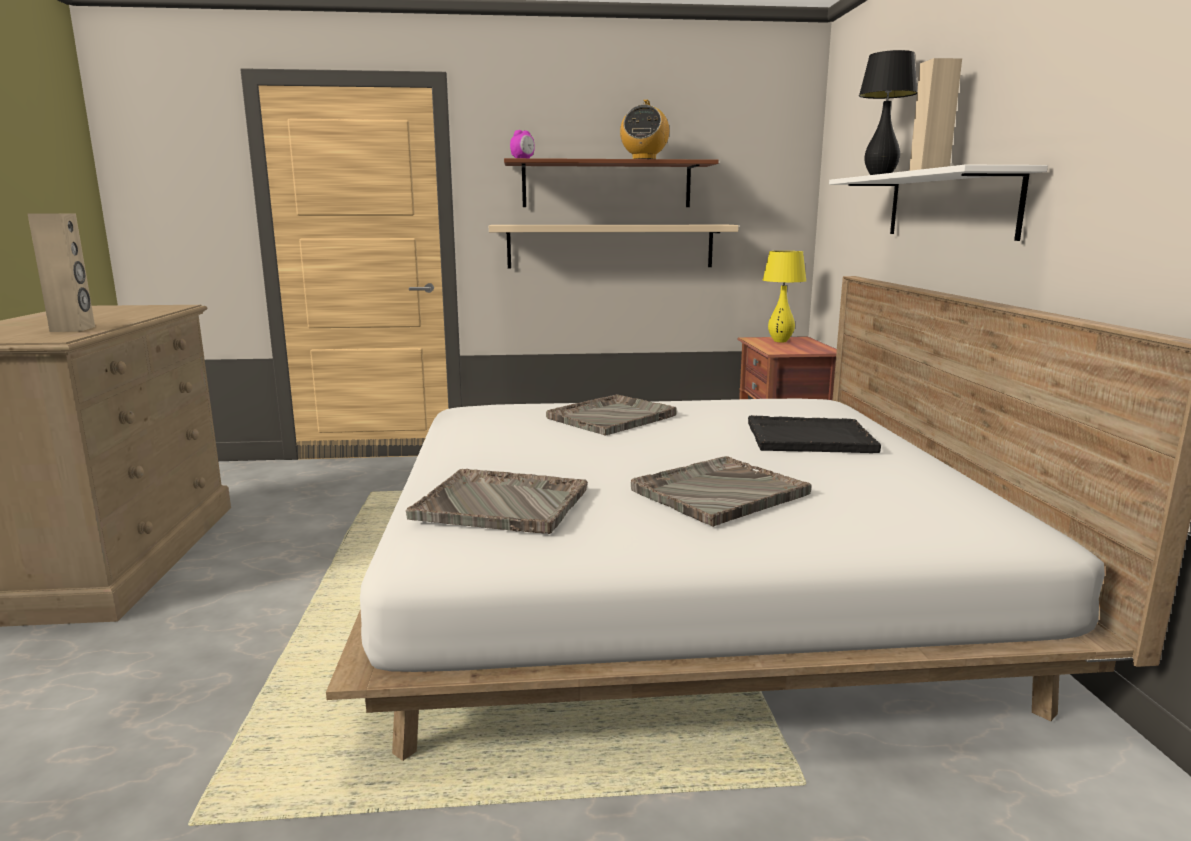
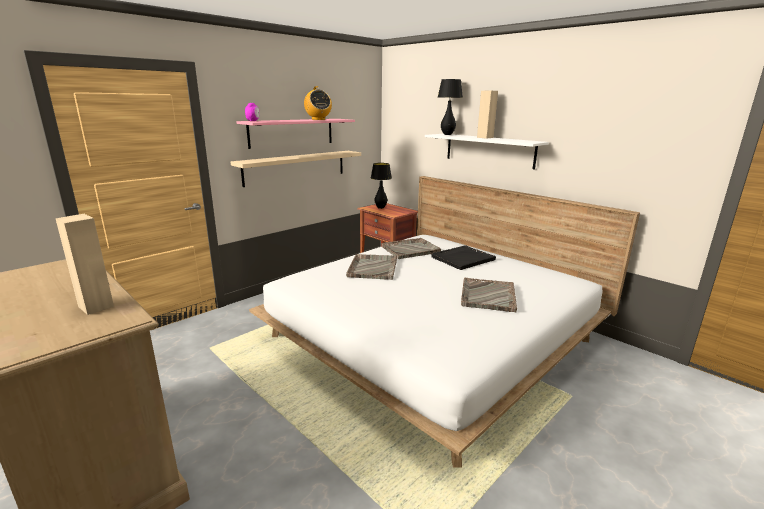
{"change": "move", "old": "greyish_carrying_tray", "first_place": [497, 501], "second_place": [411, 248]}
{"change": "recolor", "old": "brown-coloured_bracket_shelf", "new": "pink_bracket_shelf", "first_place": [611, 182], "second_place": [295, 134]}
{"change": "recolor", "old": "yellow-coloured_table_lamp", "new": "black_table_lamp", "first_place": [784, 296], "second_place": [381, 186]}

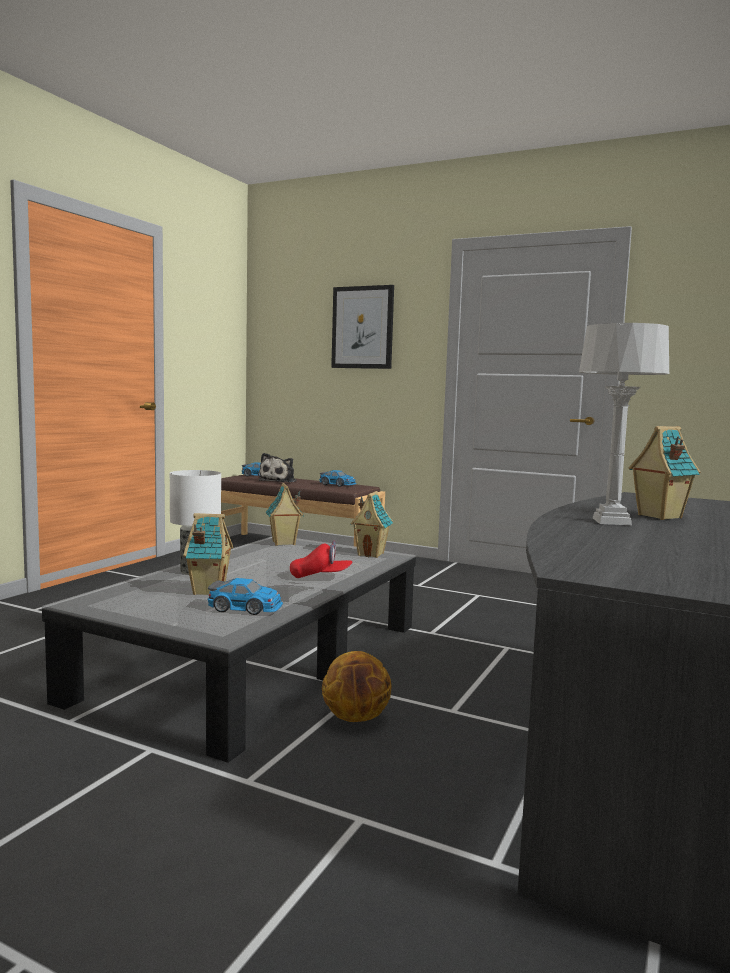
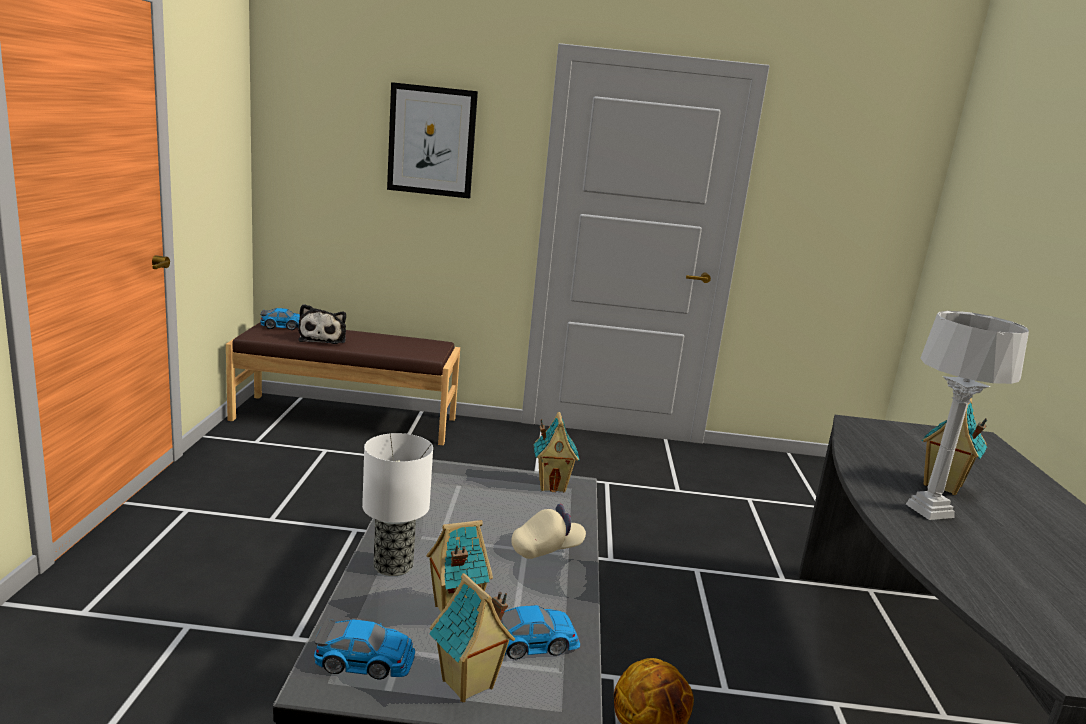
{"change": "move", "old": "toy_house", "first_place": [285, 514], "second_place": [472, 637]}
{"change": "recolor", "old": "reddish_baseball_cap", "new": "sand-coloured_baseball_cap", "first_place": [321, 559], "second_place": [548, 531]}
{"change": "move", "old": "model_car", "first_place": [337, 478], "second_place": [364, 649]}

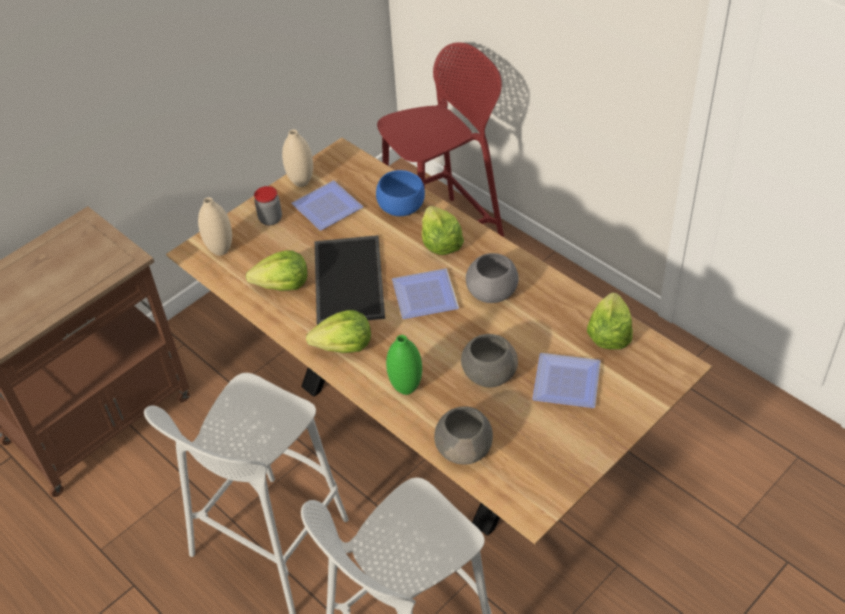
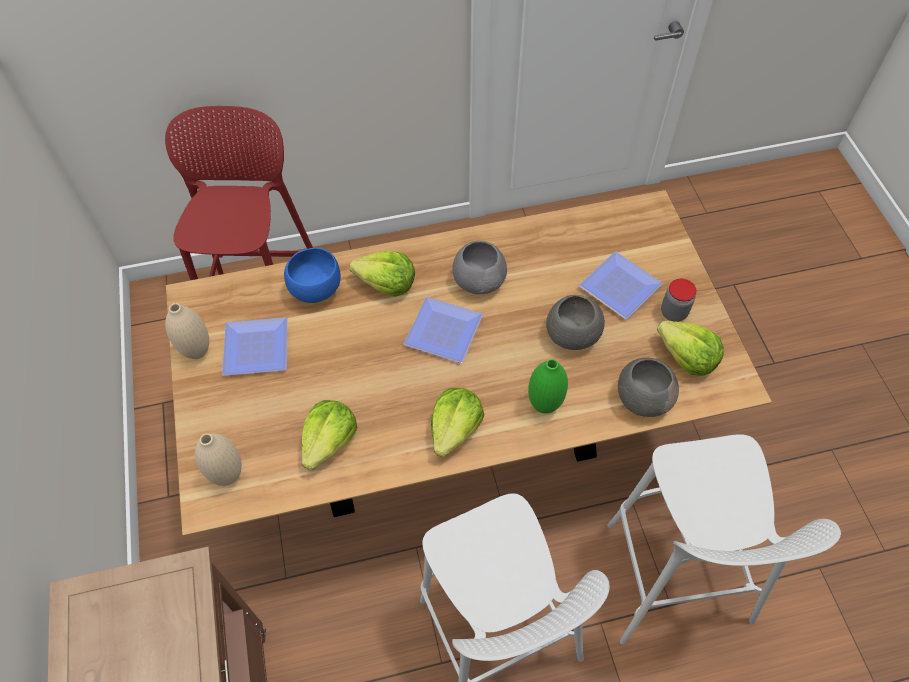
{"change": "move", "old": "jar", "first_place": [268, 205], "second_place": [679, 300]}
{"change": "delete", "old": "carrying_tray", "first_place": [350, 280]}
{"change": "move", "old": "lettuce", "first_place": [610, 321], "second_place": [690, 348]}

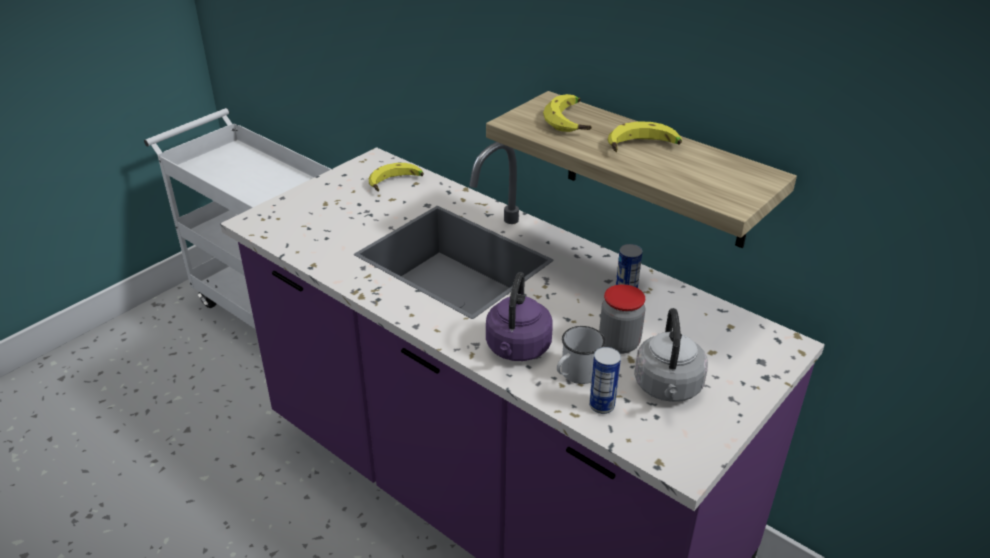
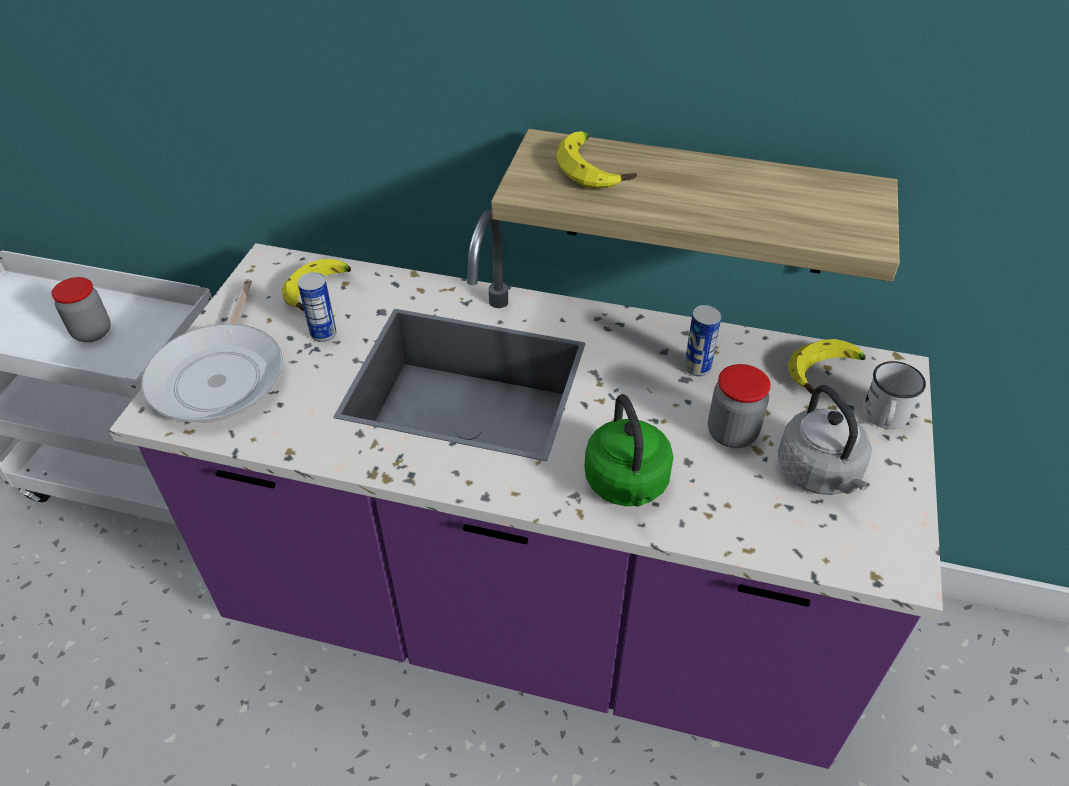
{"change": "recolor", "old": "purple_water_kettle", "new": "green_water_kettle", "first_place": [519, 316], "second_place": [629, 450]}
{"change": "move", "old": "white_tea_mug", "first_place": [581, 355], "second_place": [894, 395]}
{"change": "move", "old": "sealed_can", "first_place": [605, 380], "second_place": [317, 307]}
{"change": "move", "old": "whole_banana", "first_place": [645, 137], "second_place": [827, 366]}
{"change": "insert", "new": "jar", "second_place": [80, 309]}
{"change": "insert", "new": "frying_pan", "second_place": [212, 351]}

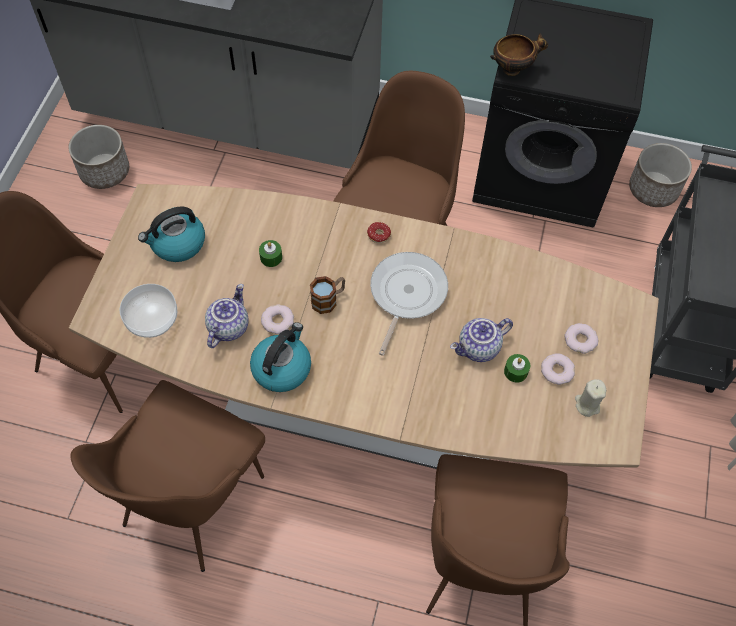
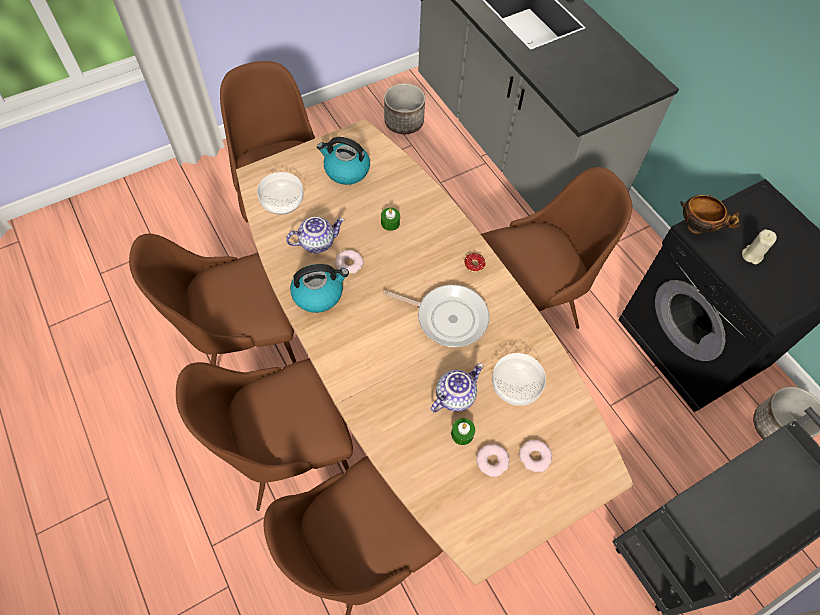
{"change": "delete", "old": "tea_mug", "first_place": [327, 295]}
{"change": "rotate", "old": "frying_pan", "first_place": [409, 304], "second_place": [436, 316], "degrees": 45}
{"change": "rotate", "old": "tea_pot", "first_place": [481, 340], "second_place": [457, 387], "degrees": 120}
{"change": "move", "old": "sand-coloured_wax_candle", "first_place": [590, 398], "second_place": [759, 246]}
{"change": "insert", "new": "brown-coloured_upright_chair", "second_place": [264, 434]}
{"change": "insert", "new": "deep_dish", "second_place": [519, 379]}

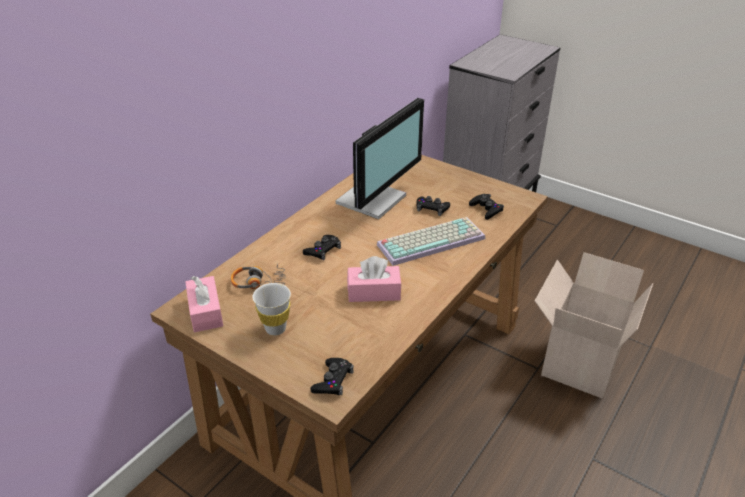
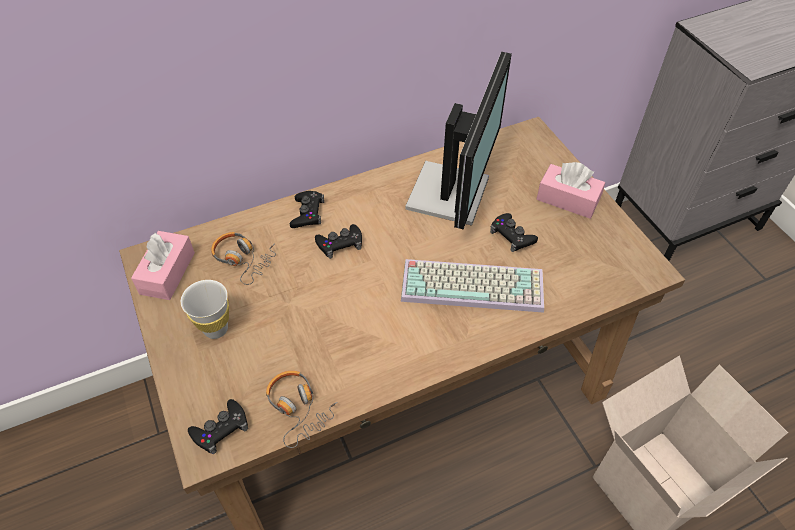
{"change": "rotate", "old": "computer_screen", "first_place": [380, 158], "second_place": [458, 141], "degrees": -45}
{"change": "move", "old": "pink_box_of_tissues", "first_place": [374, 279], "second_place": [571, 190]}
{"change": "move", "old": "black_joypad", "first_place": [486, 207], "second_place": [307, 209]}
{"change": "insert", "new": "headphones", "second_place": [302, 409]}

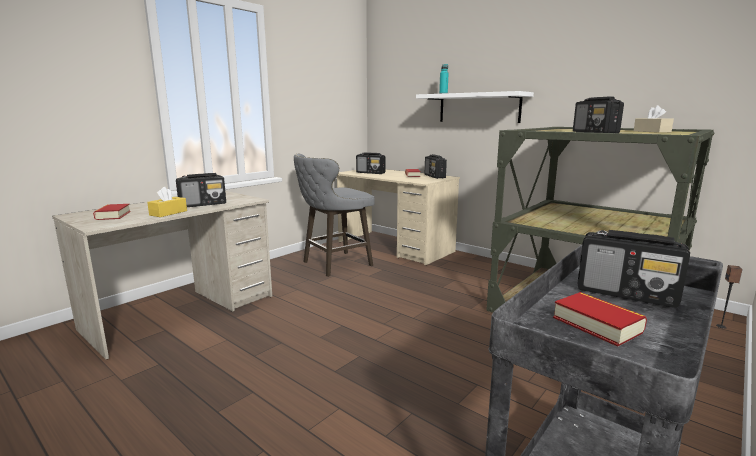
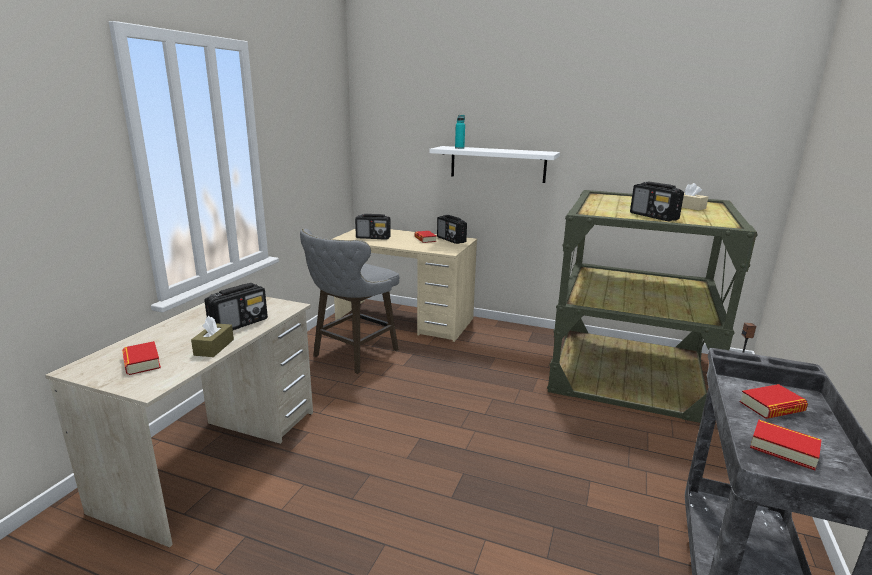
{"change": "recolor", "old": "yellow-coloured_box_of_tissues", "new": "brown-coloured_box_of_tissues", "first_place": [167, 202], "second_place": [212, 336]}
{"change": "replace", "old": "radio", "new": "bound_book", "first_place": [634, 269], "second_place": [774, 401]}

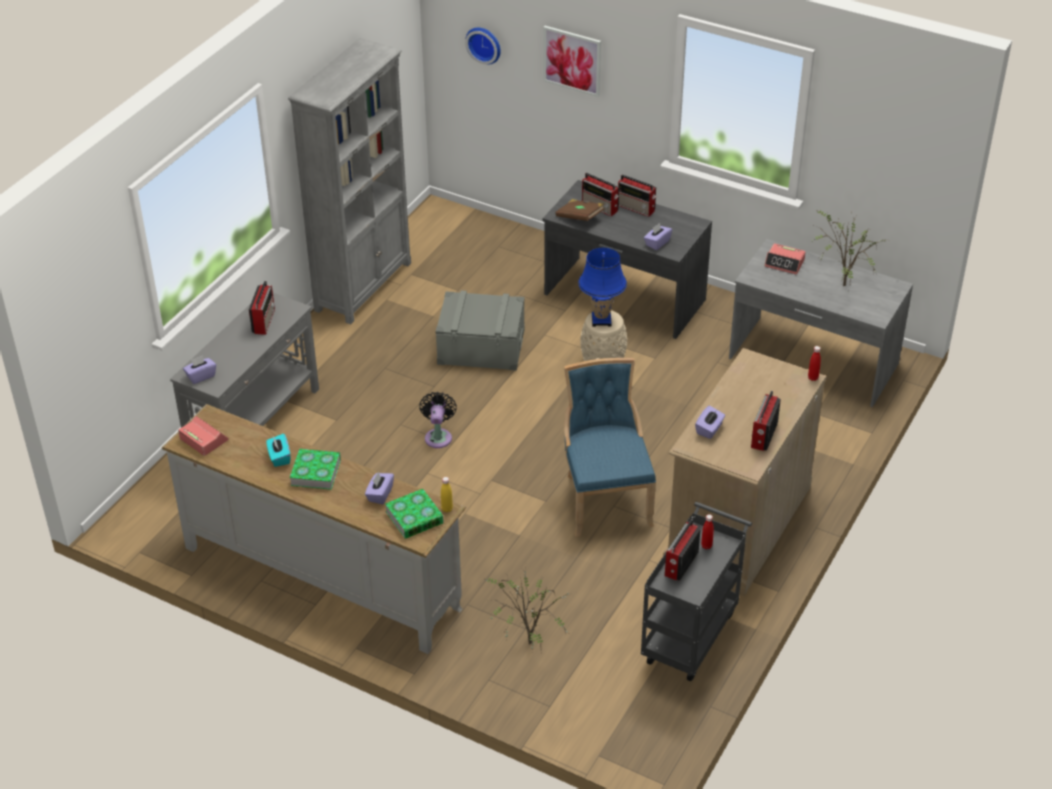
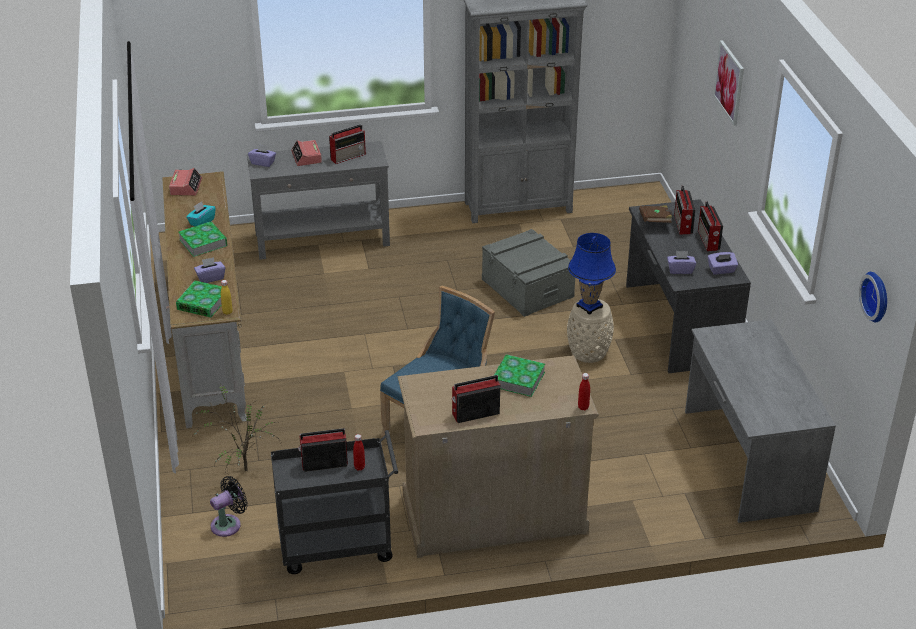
{"change": "move", "old": "black_cooling_fan", "first_place": [438, 420], "second_place": [228, 506]}
{"change": "move", "old": "wall_clock", "first_place": [483, 46], "second_place": [873, 297]}
{"change": "move", "old": "purple_box_of_tissues", "first_place": [710, 422], "second_place": [723, 263]}
{"change": "move", "old": "alarm_clock", "first_place": [785, 259], "second_place": [306, 153]}
{"change": "delete", "old": "potted_plant", "first_place": [850, 250]}
{"change": "insert", "new": "bound_book", "second_place": [519, 375]}

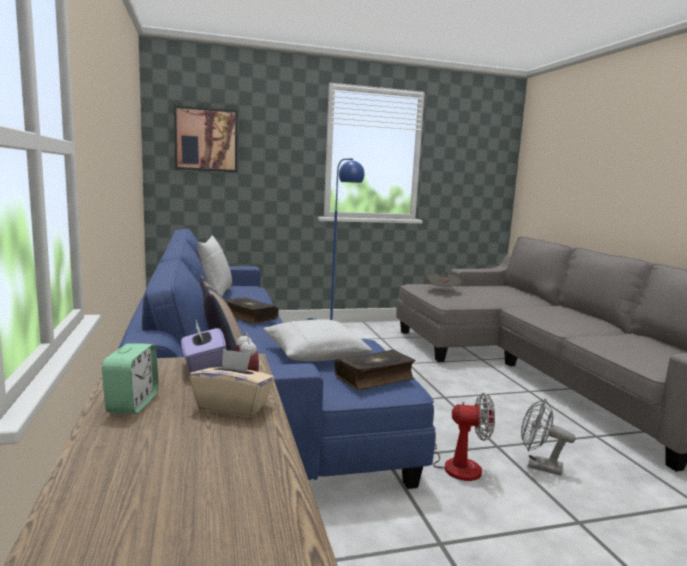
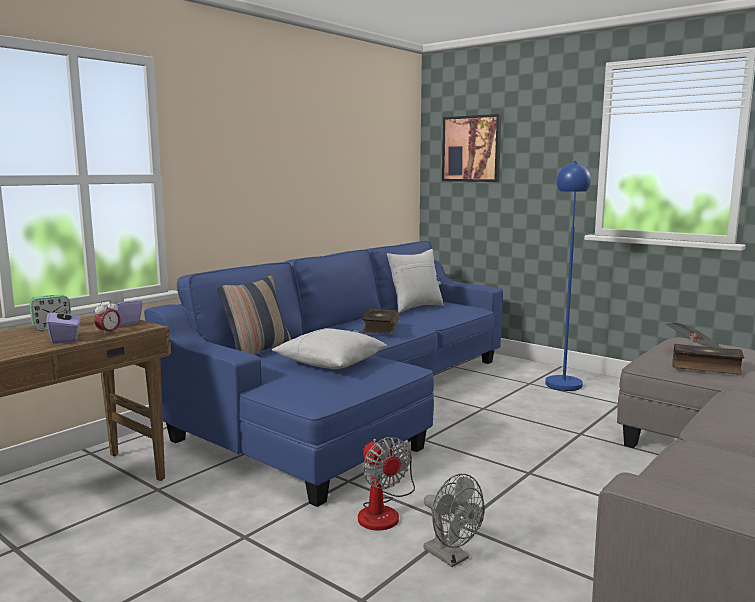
{"change": "recolor", "old": "sand-coloured_box_of_tissues", "new": "purple_box_of_tissues", "first_place": [232, 383], "second_place": [63, 324]}
{"change": "move", "old": "bound_book", "first_place": [375, 369], "second_place": [708, 359]}
{"change": "rotate", "old": "greyish_cooling_fan", "first_place": [548, 437], "second_place": [454, 520], "degrees": 150}

